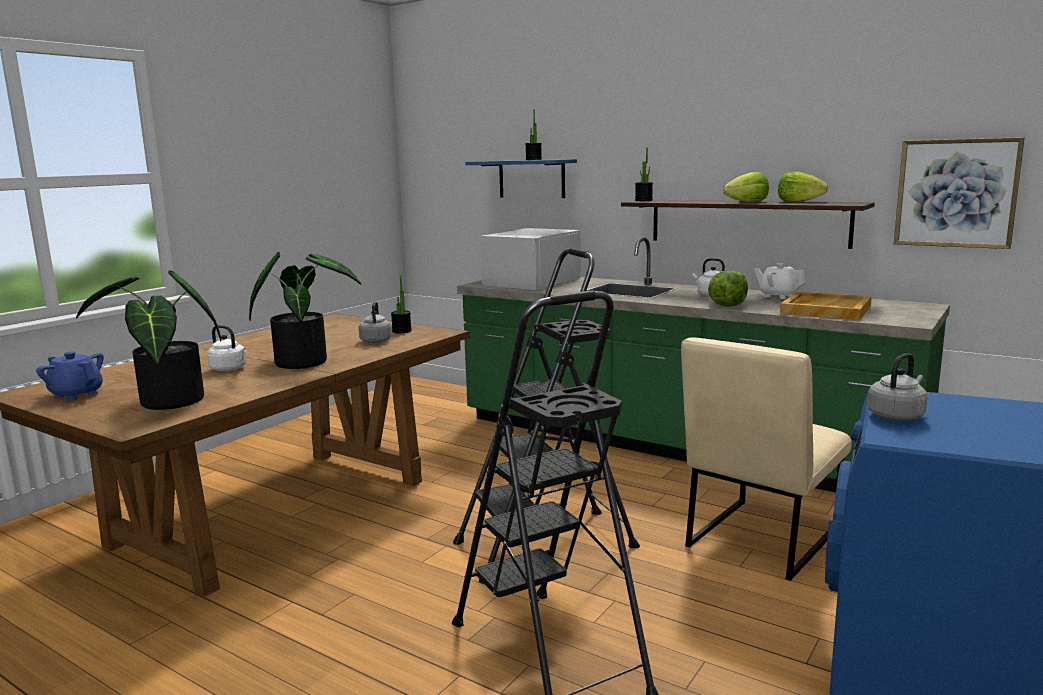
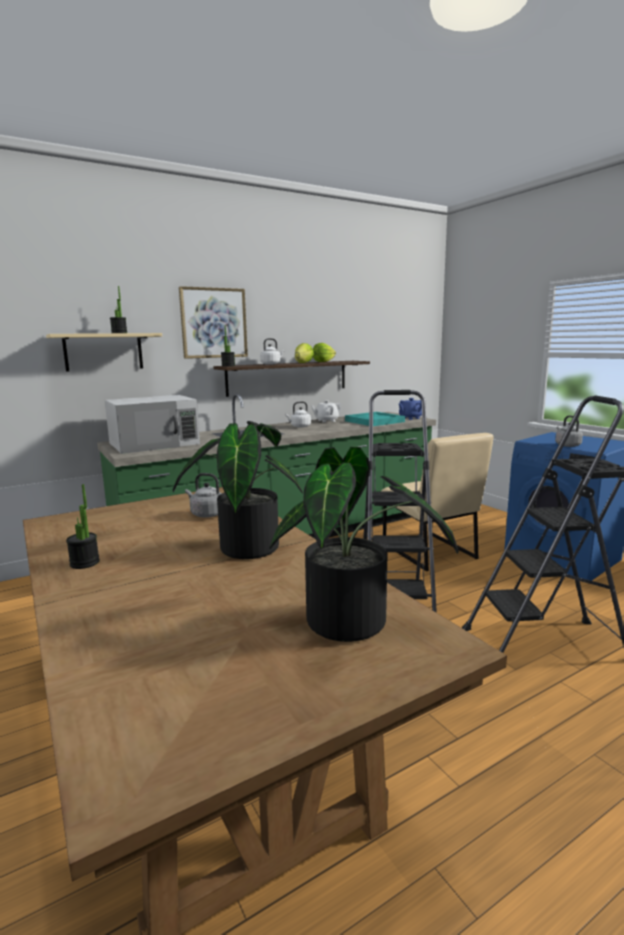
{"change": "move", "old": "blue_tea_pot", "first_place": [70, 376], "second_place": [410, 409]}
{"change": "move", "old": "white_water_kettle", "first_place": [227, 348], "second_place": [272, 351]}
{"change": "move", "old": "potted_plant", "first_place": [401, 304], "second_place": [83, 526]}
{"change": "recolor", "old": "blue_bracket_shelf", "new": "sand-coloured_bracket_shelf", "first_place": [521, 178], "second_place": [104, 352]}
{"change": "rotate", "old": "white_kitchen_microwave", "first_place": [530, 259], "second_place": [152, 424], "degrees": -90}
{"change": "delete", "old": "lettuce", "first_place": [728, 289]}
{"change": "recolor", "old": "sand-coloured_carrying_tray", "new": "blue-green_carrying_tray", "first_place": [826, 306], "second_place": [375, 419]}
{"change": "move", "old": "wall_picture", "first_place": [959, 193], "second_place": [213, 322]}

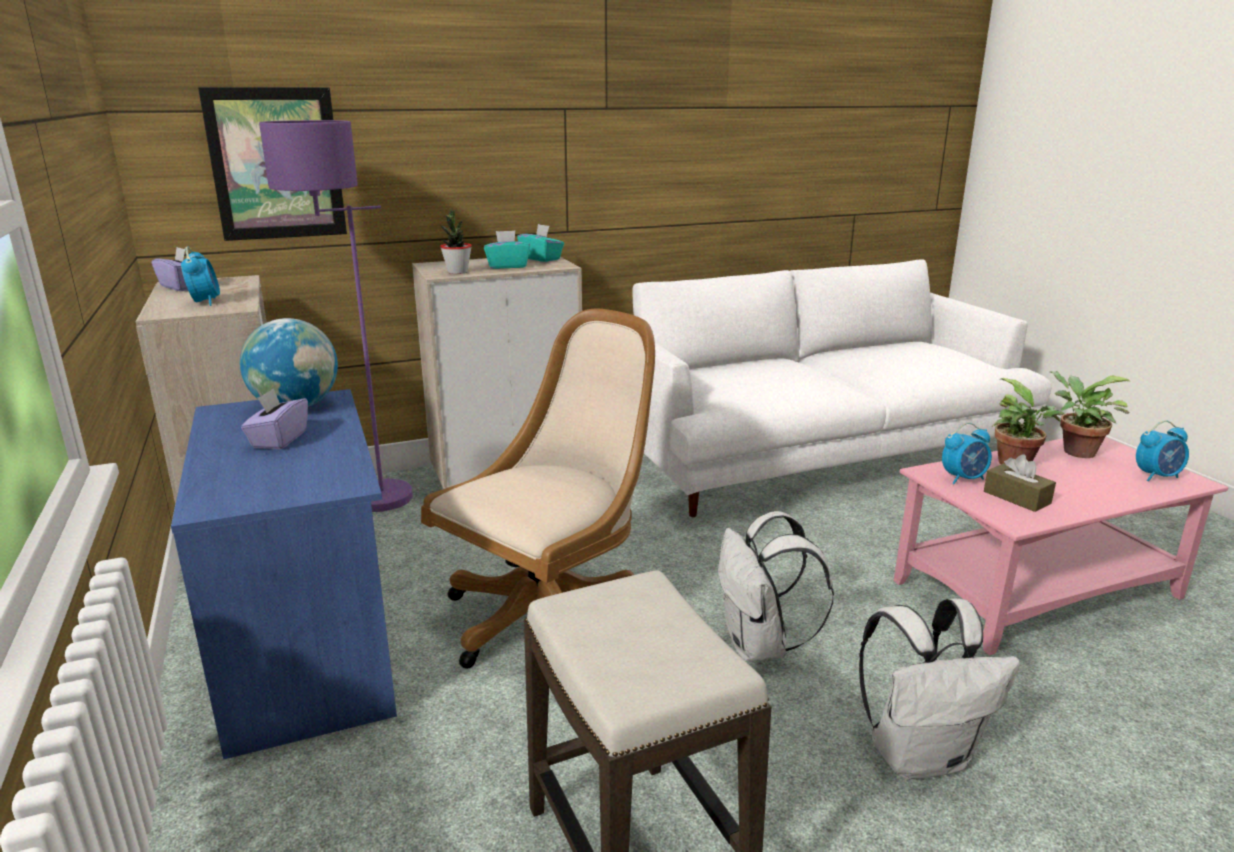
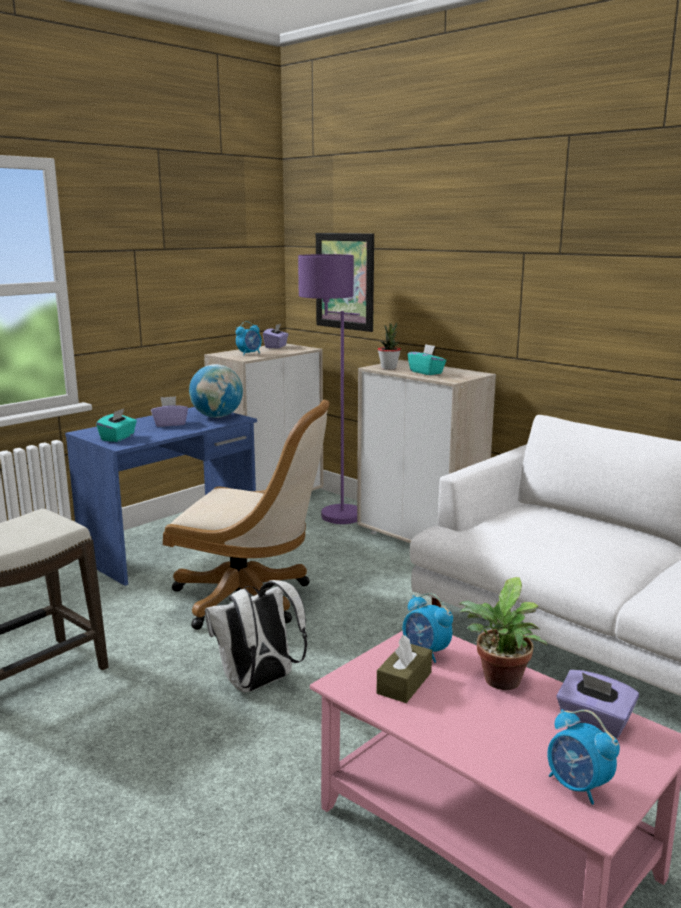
{"change": "move", "old": "blue-green_box_of_tissues", "first_place": [540, 243], "second_place": [116, 425]}
{"change": "delete", "old": "white_backpack", "first_place": [939, 689]}
{"change": "replace", "old": "potted_plant", "new": "purple_box_of_tissues", "first_place": [1090, 414], "second_place": [597, 704]}

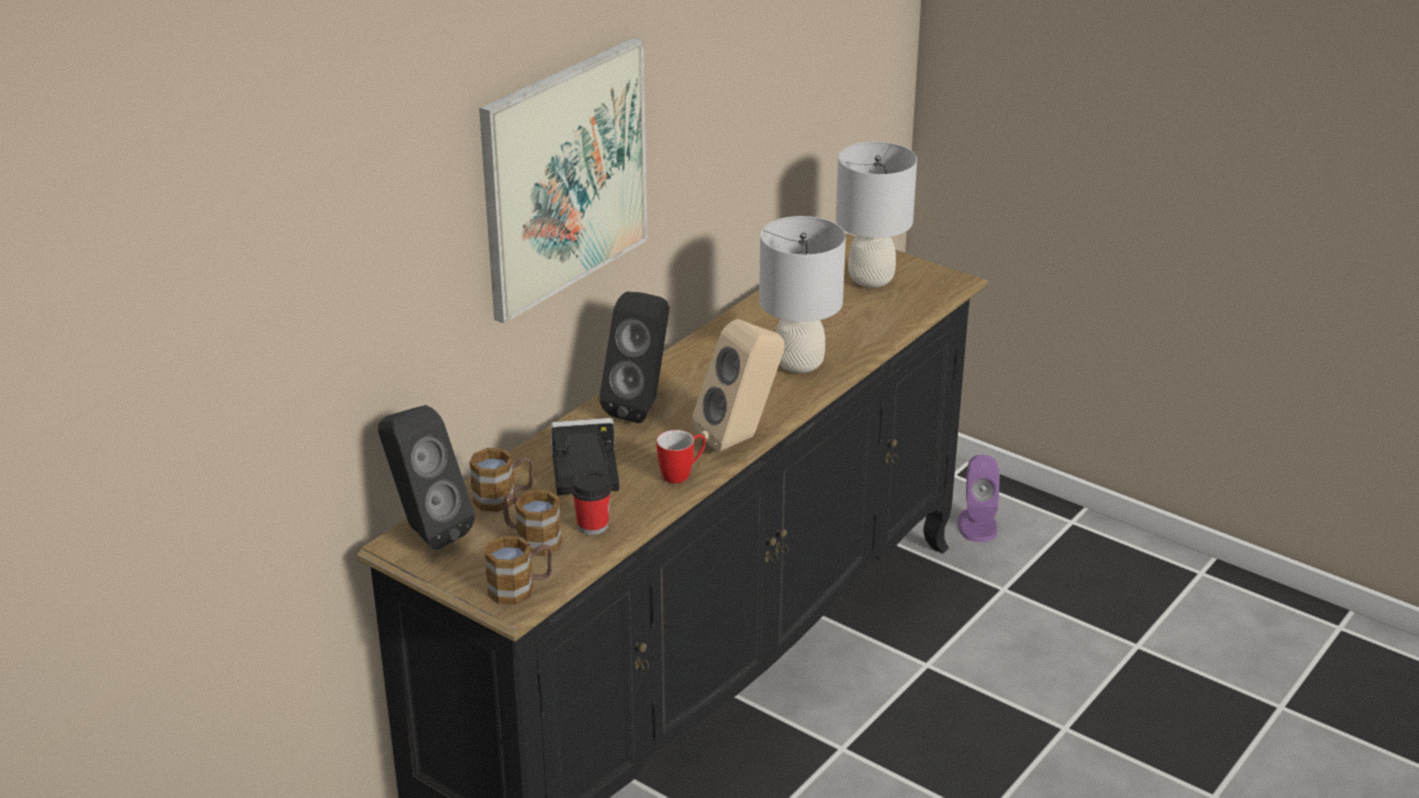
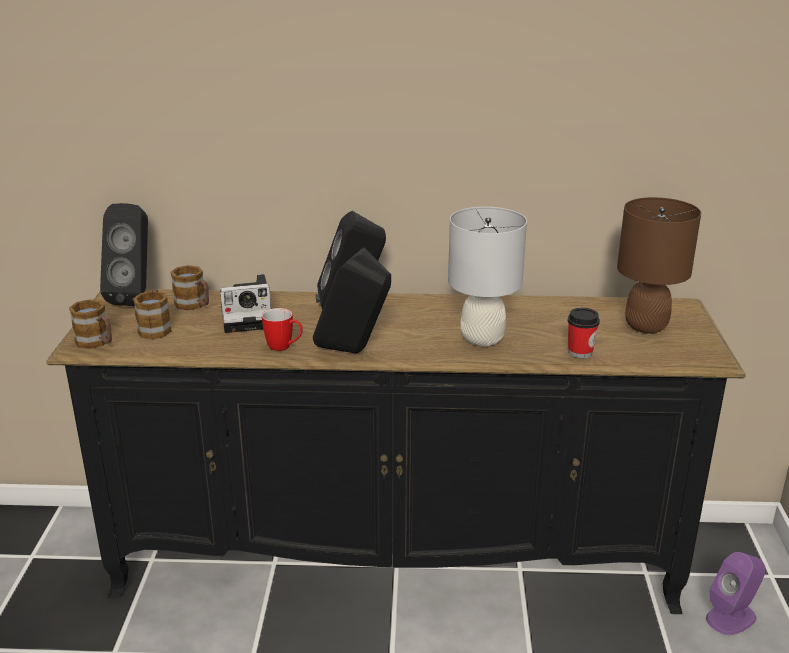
{"change": "delete", "old": "wall_picture", "first_place": [563, 180]}
{"change": "rotate", "old": "still_camera", "first_place": [585, 456], "second_place": [245, 303], "degrees": 120}
{"change": "move", "old": "small_cup", "first_place": [591, 503], "second_place": [584, 333]}
{"change": "recolor", "old": "sand-coloured_loudspeaker", "new": "black_loudspeaker", "first_place": [738, 385], "second_place": [352, 300]}
{"change": "recolor", "old": "greyish_table_lamp", "new": "brown-coloured_table_lamp", "first_place": [876, 214], "second_place": [659, 265]}

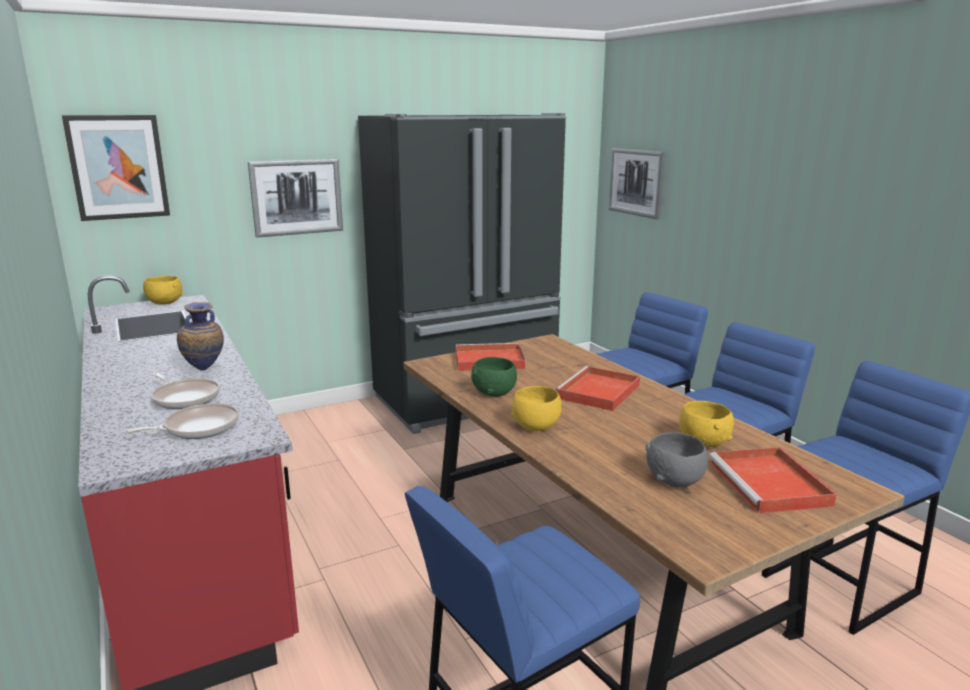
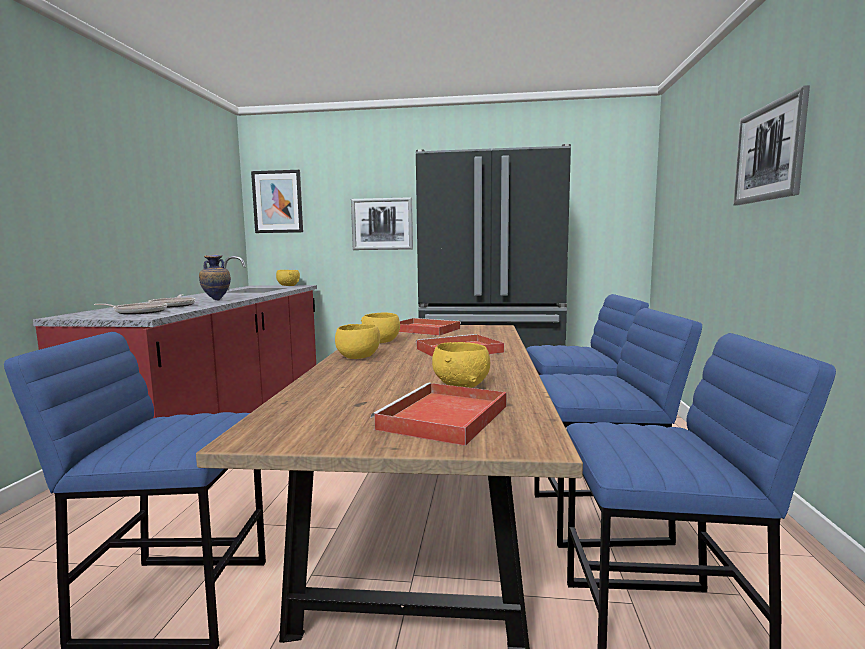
{"change": "recolor", "old": "green_deep_dish", "new": "yellow-coloured_deep_dish", "first_place": [494, 377], "second_place": [380, 327]}
{"change": "move", "old": "wall_picture", "first_place": [636, 184], "second_place": [771, 145]}
{"change": "delete", "old": "greyish_deep_dish", "first_place": [676, 459]}

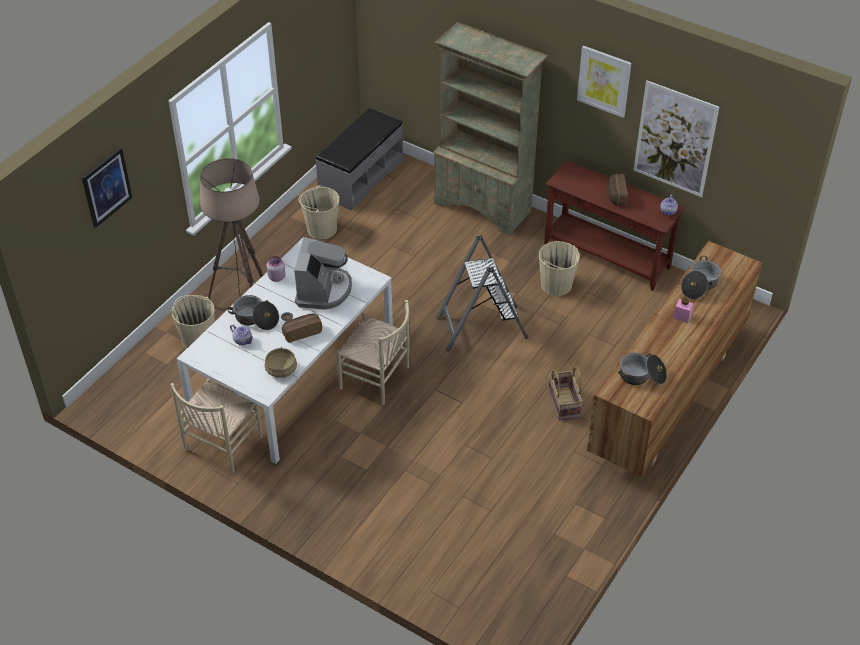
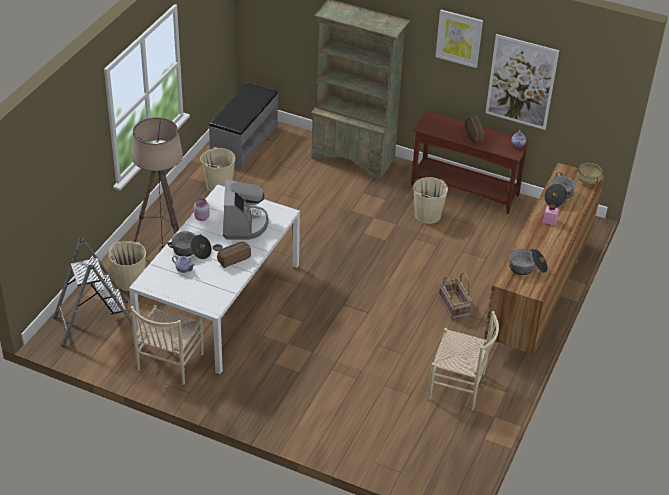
{"change": "delete", "old": "wall_picture", "first_place": [107, 188]}
{"change": "move", "old": "sand-coloured_saucepot", "first_place": [280, 362], "second_place": [589, 173]}
{"change": "move", "old": "sand-coloured_upright_chair", "first_place": [372, 352], "second_place": [463, 360]}
{"change": "move", "old": "greyish_step_stool", "first_place": [482, 293], "second_place": [92, 292]}

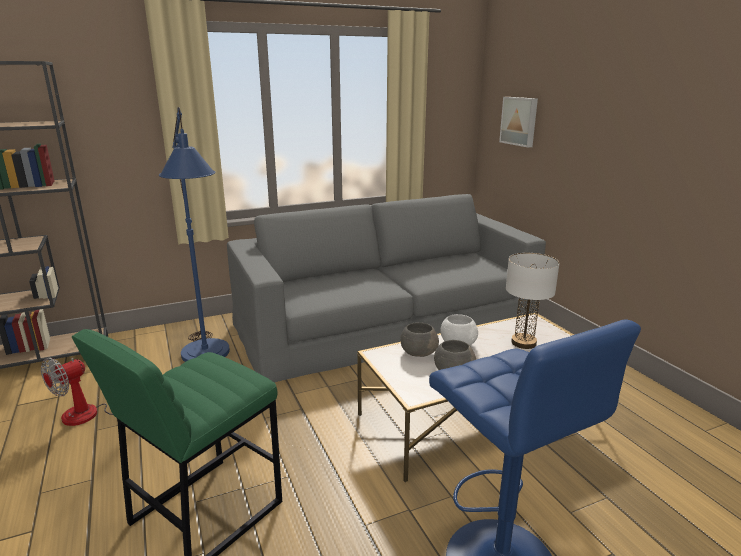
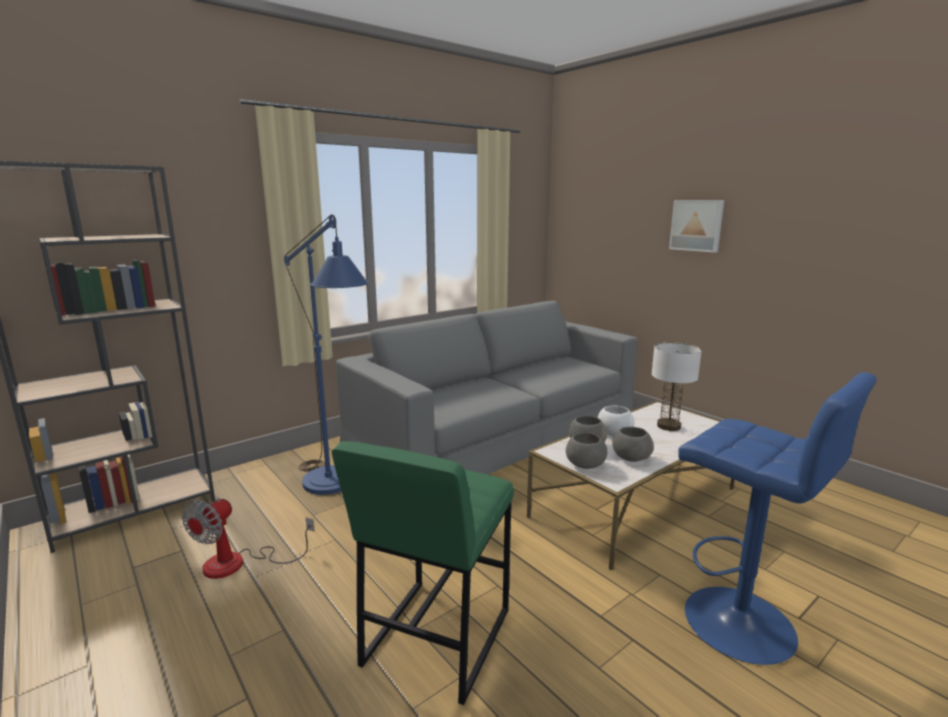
{"change": "move", "old": "wall_picture", "first_place": [518, 122], "second_place": [696, 226]}
{"change": "insert", "new": "greyish_deep_dish", "second_place": [586, 450]}

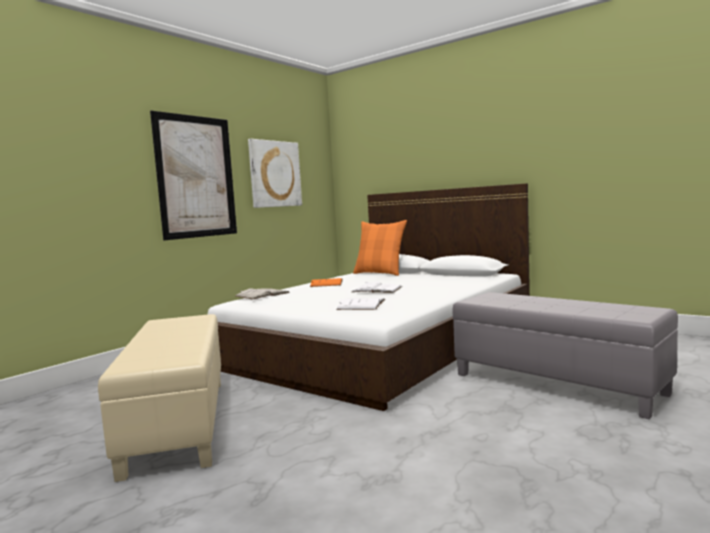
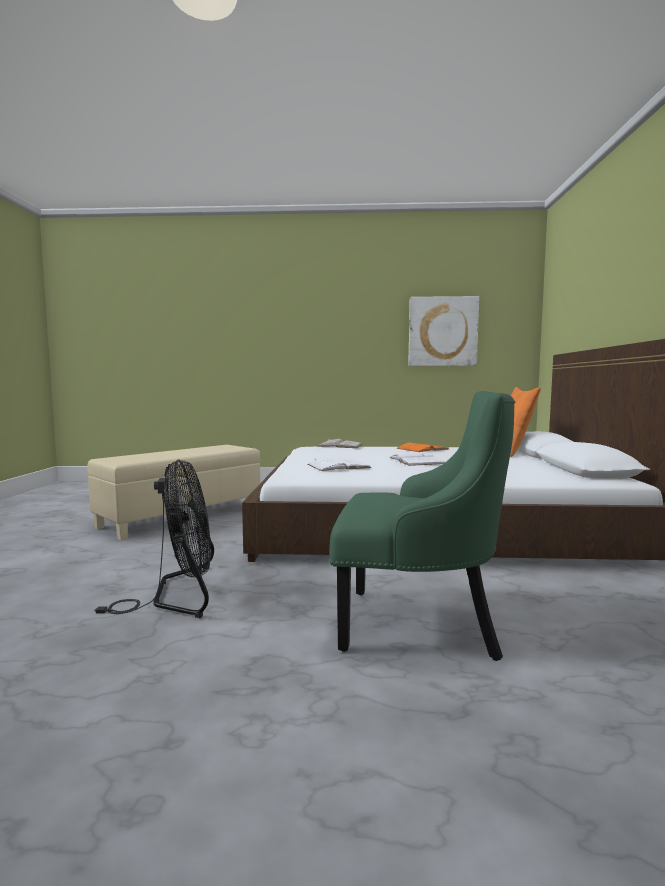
{"change": "delete", "old": "wall_picture", "first_place": [193, 175]}
{"change": "replace", "old": "greyish_footrest", "new": "green_upright_chair", "first_place": [565, 355], "second_place": [422, 526]}
{"change": "insert", "new": "black_cooling_fan", "second_place": [154, 538]}

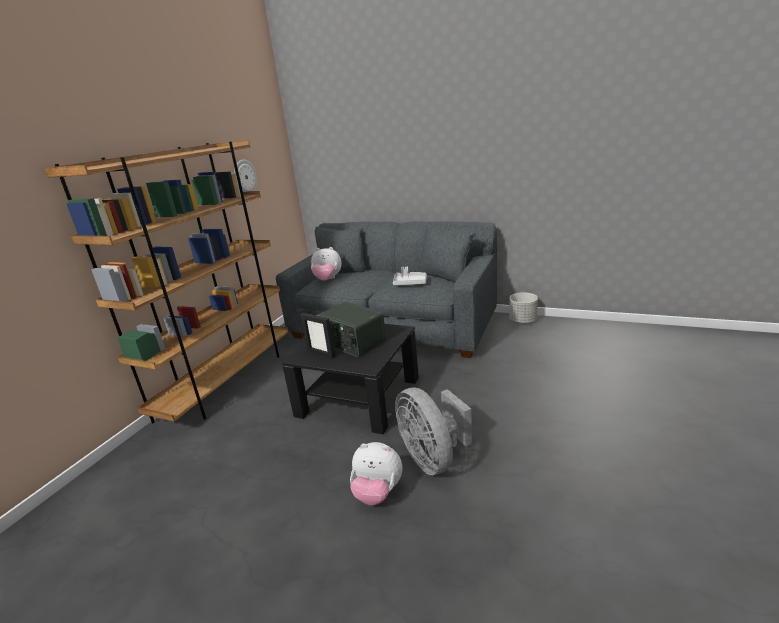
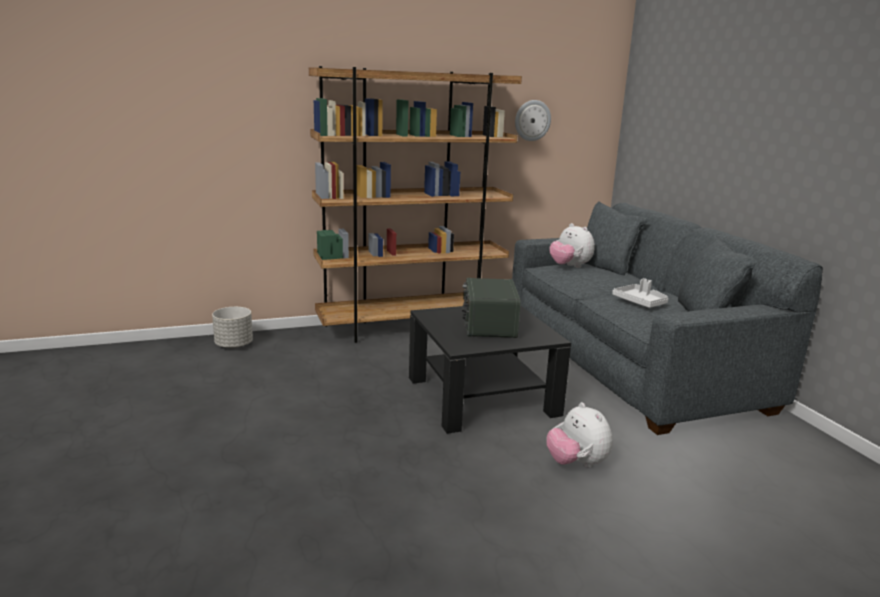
{"change": "delete", "old": "photo_frame", "first_place": [317, 336]}
{"change": "move", "old": "cuddly_toy", "first_place": [376, 473], "second_place": [579, 435]}
{"change": "delete", "old": "greyish_cooling_fan", "first_place": [433, 431]}
{"change": "move", "old": "greyish_planter", "first_place": [523, 307], "second_place": [232, 328]}

